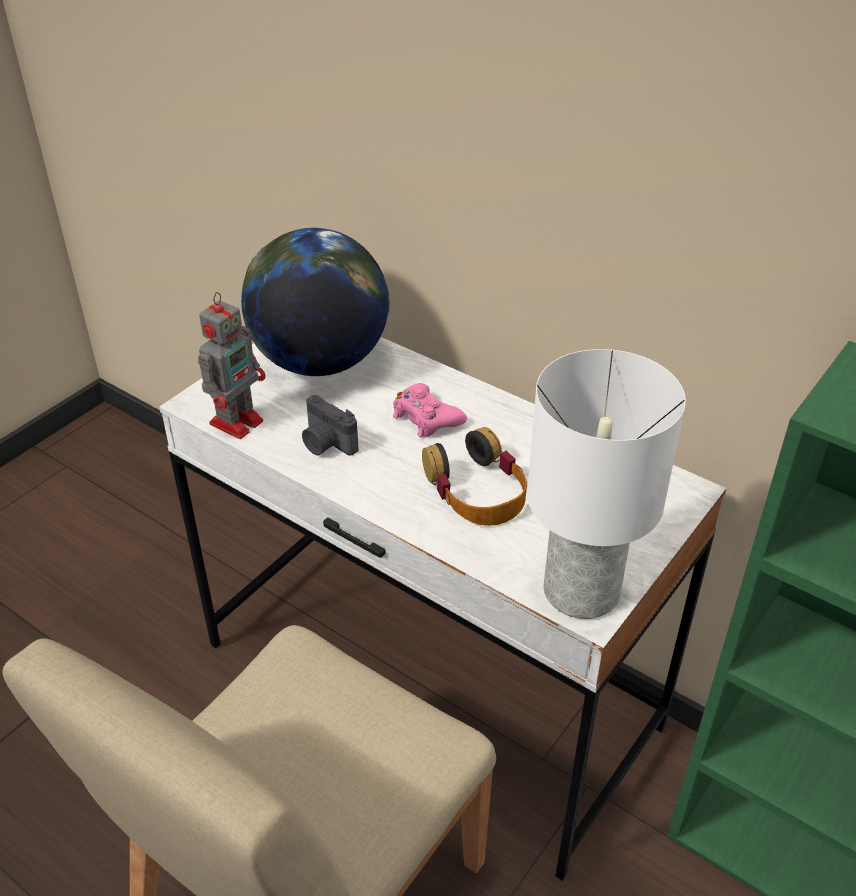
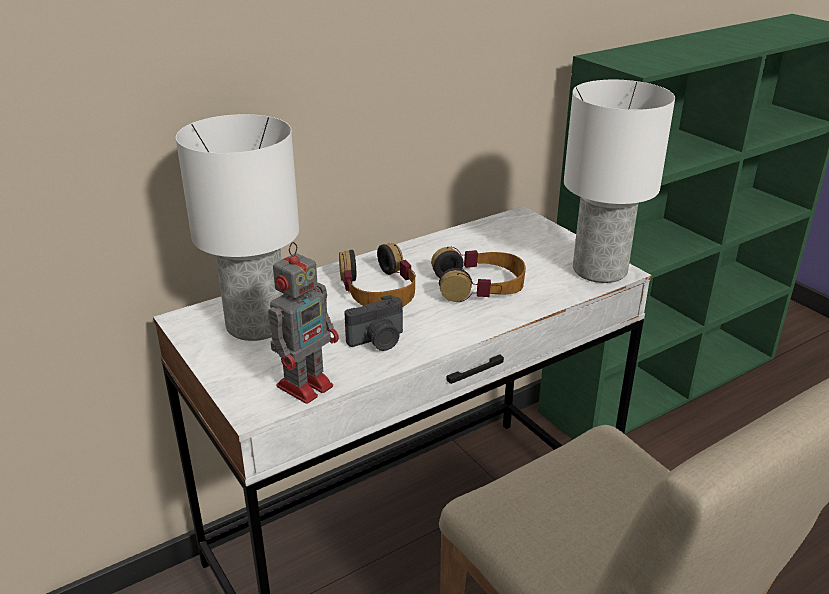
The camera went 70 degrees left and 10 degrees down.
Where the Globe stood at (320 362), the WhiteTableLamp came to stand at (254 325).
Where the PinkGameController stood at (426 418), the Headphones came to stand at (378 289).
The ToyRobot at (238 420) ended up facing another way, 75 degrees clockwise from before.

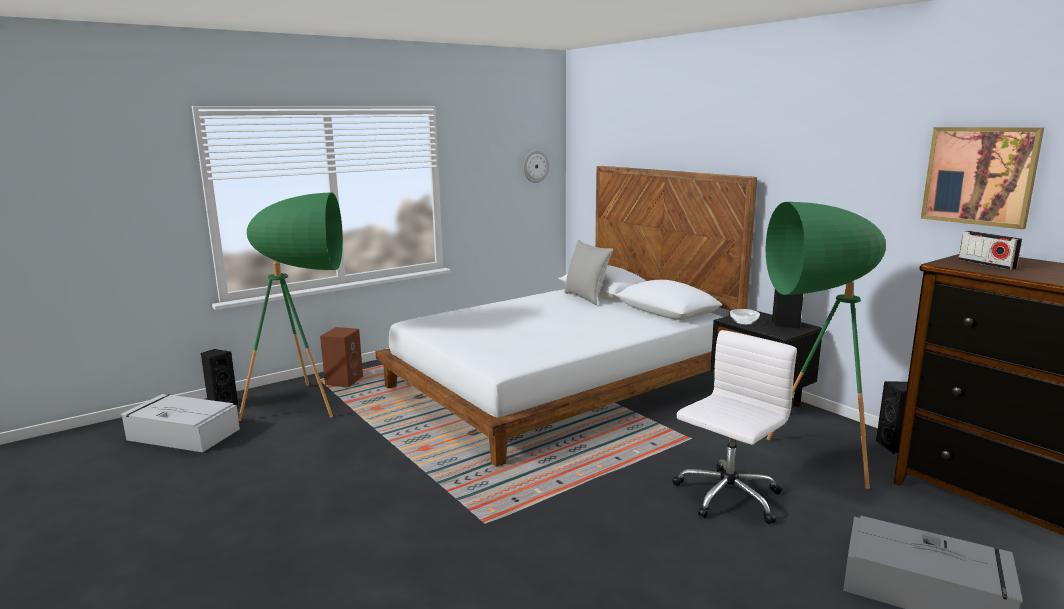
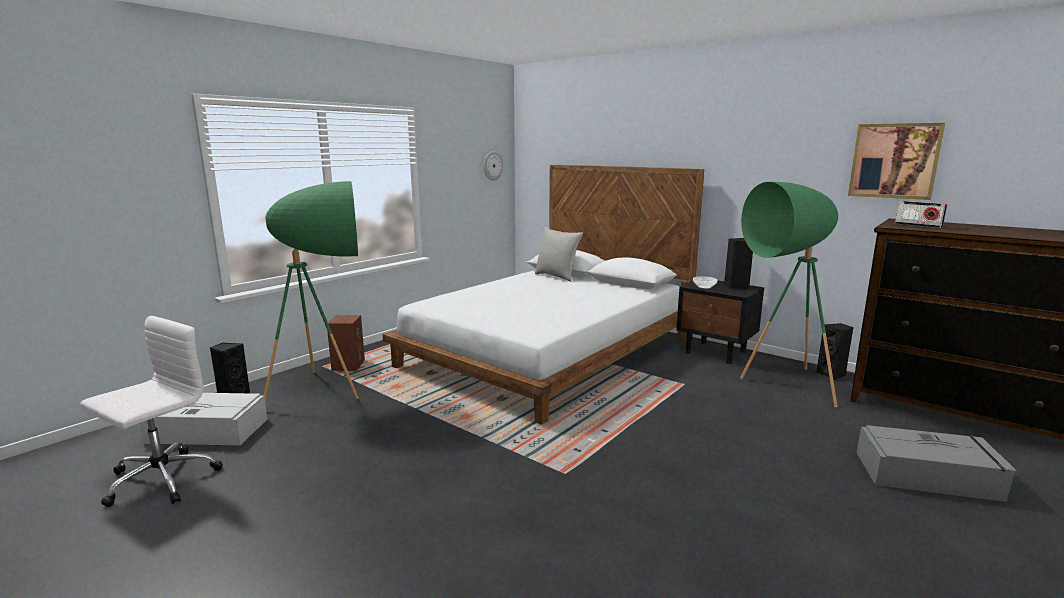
The camera went 15 degrees left and 0 degrees up.
The WhiteOfficeChair ended up elsewhere, having gone from (726 497) to (160 480).

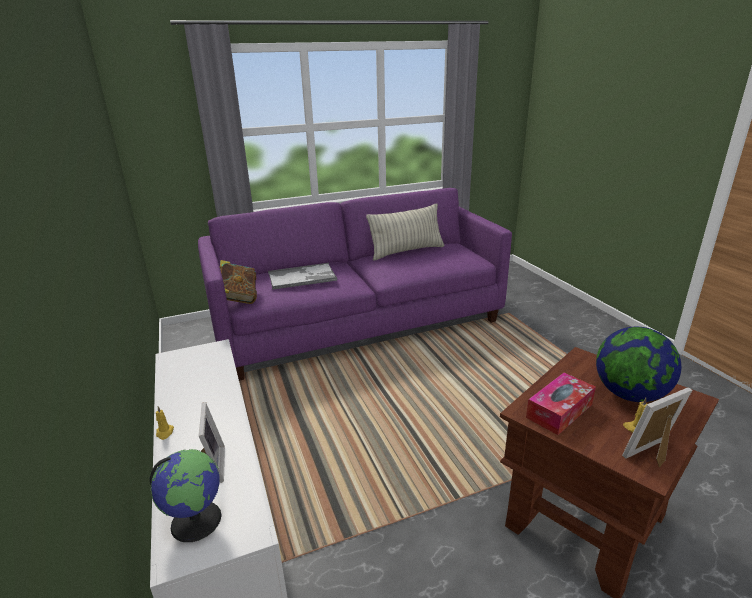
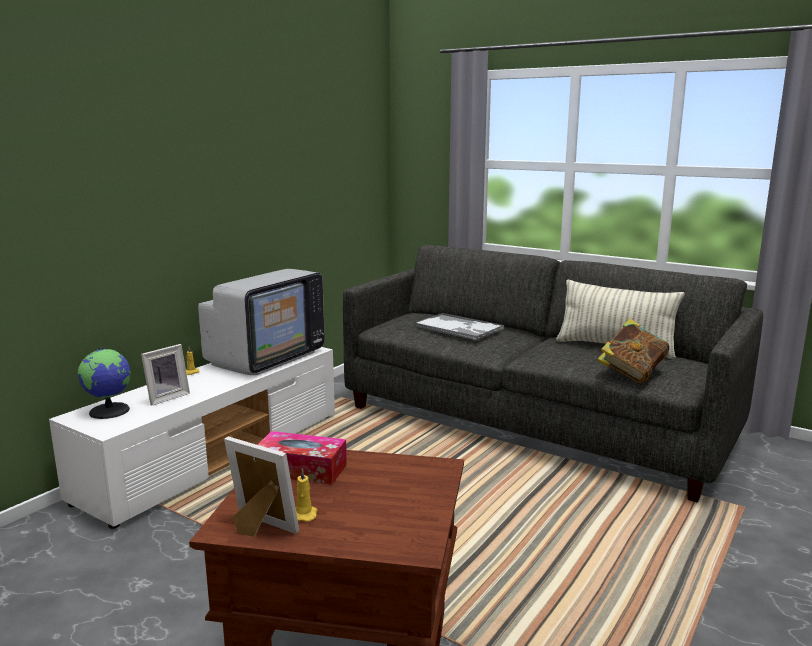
The camera went 55 degrees right and 10 degrees down.
The second view lost the Globe at (629 394).
The second view gained the Television at (266 357).
The Book ended up elsewhere, having gone from (238 299) to (631 374).
What was the PurpleSofa at (358 323) turned into the GreySofa at (534 422).

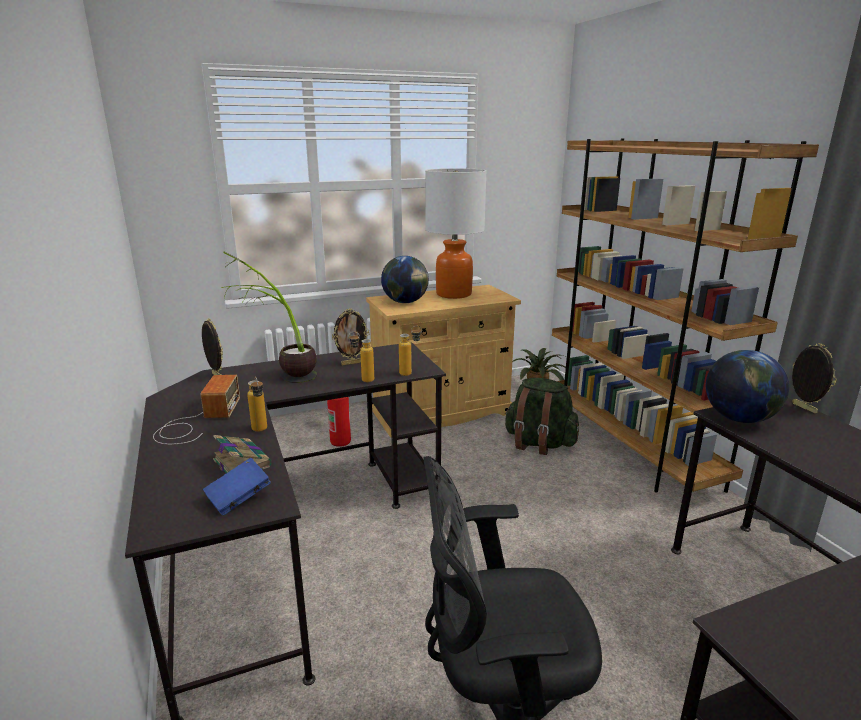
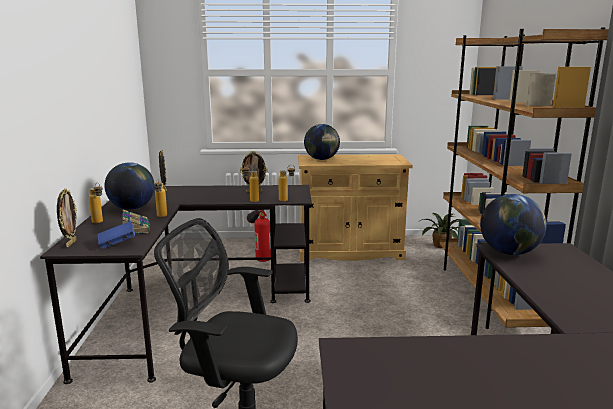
The camera went 20 degrees right and 5 degrees down.
The second view lost the PottedPlant at (280 373).
The second view lost the TableLamp at (453 294).
The second view lost the GreenBackpack at (538 443).
The second view gained the Bottle at (99 222).
The PictureFrame ended up elsewhere, having gone from (803 408) to (71 243).
Where the Radio stood at (198 421), the Globe came to stand at (132 208).

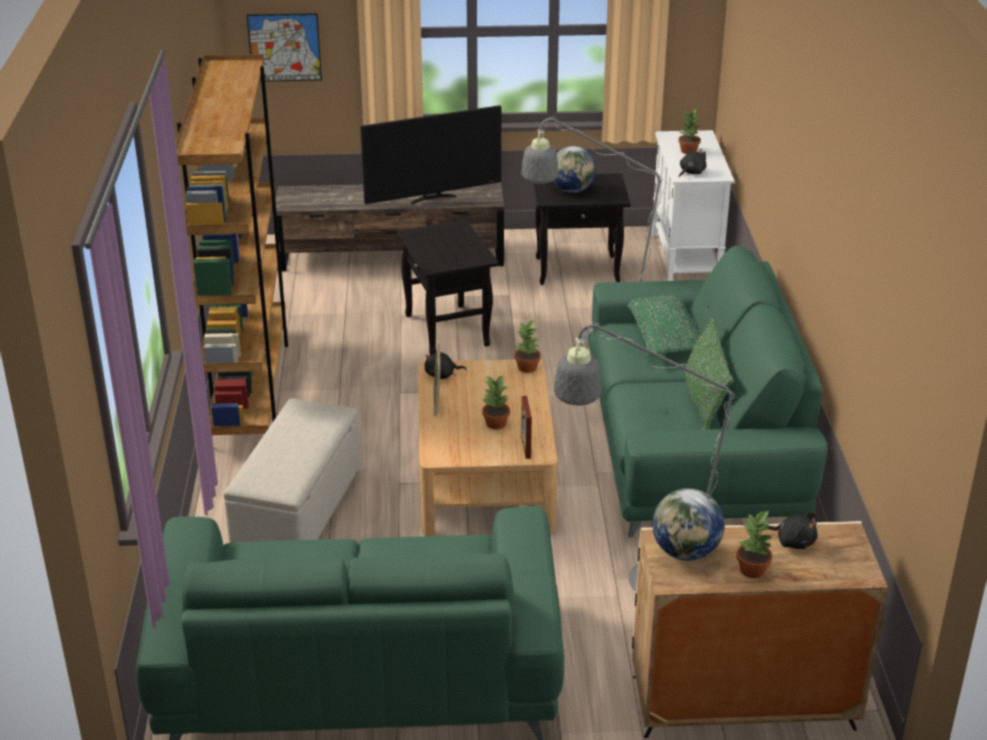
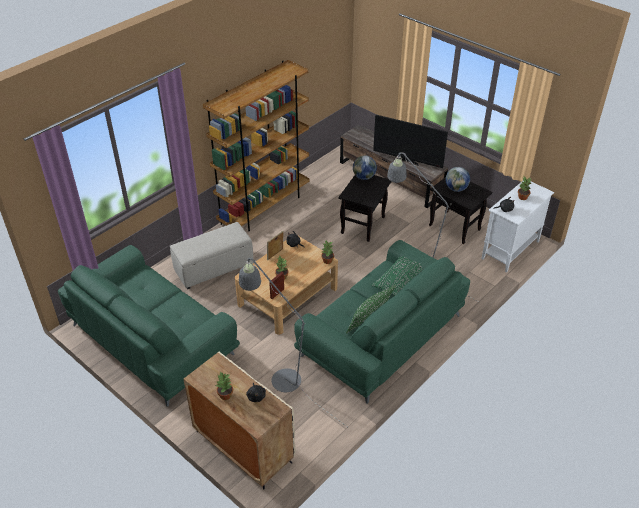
The camera went 45 degrees right and 10 degrees up.
The second view lost the Picture at (284 47).
The Globe ended up elsewhere, having gone from (686 552) to (364 177).

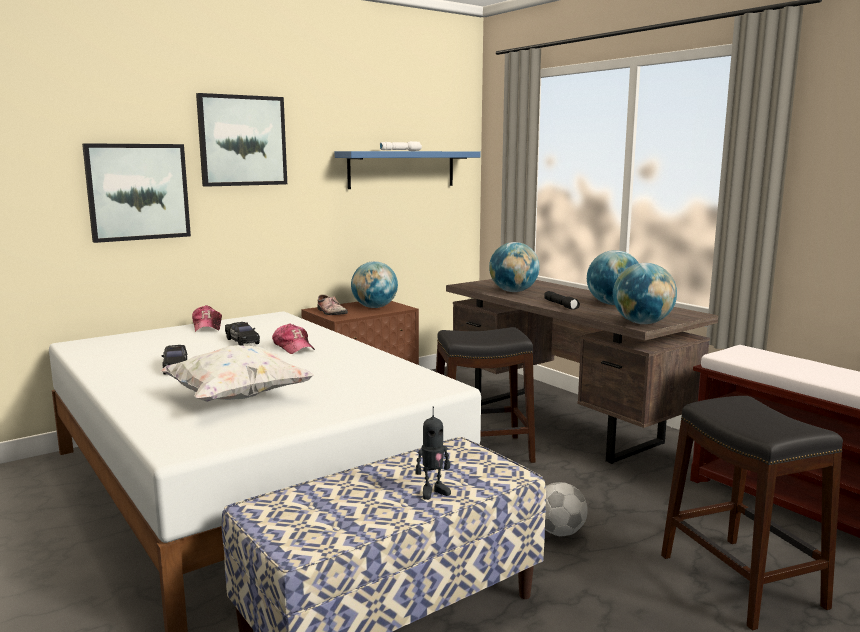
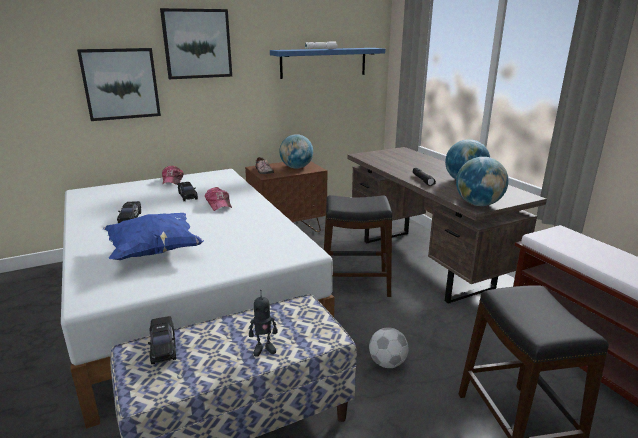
The camera went 10 degrees right and 10 degrees up.
The second view lost the Globe at (513 291).
The second view gained the BlackToyCar at (163 347).
What was the WhitePillow at (237 398) turned into the BluePillow at (154 252).

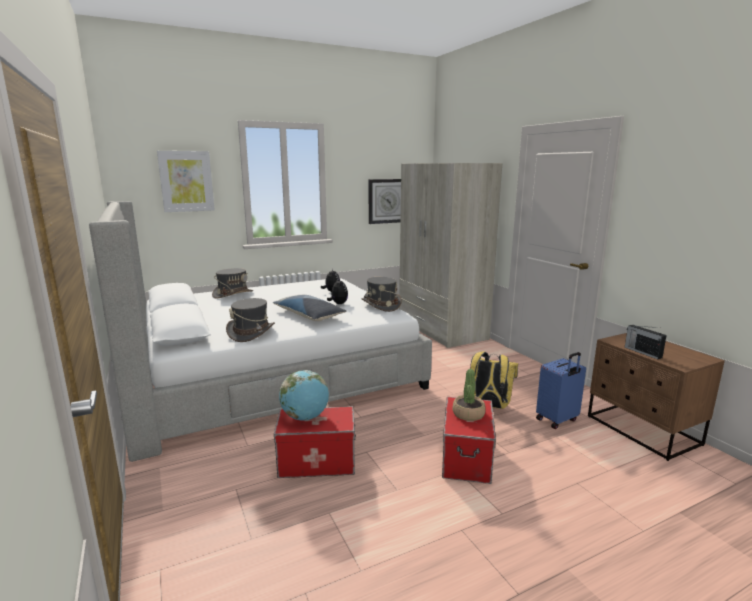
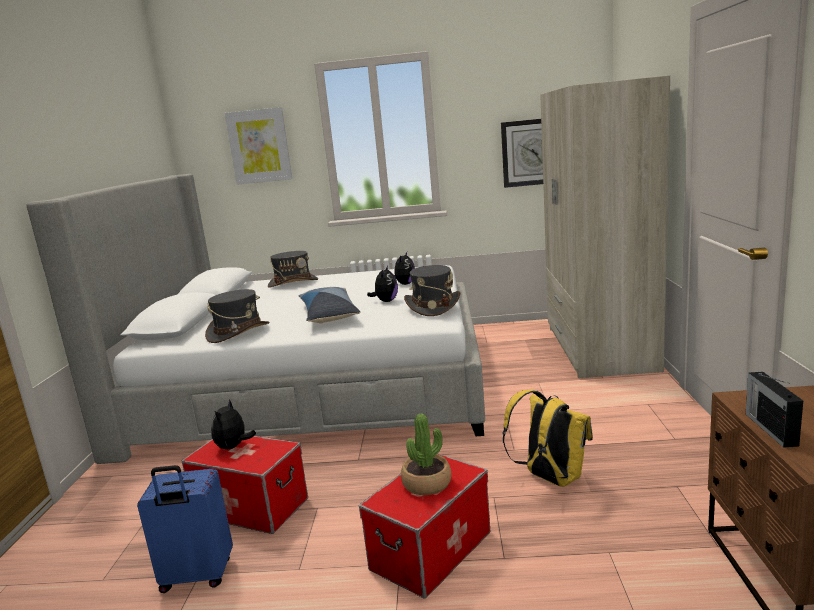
The camera went 30 degrees right and 0 degrees up.
The BlueSuitcase ended up elsewhere, having gone from (557 420) to (197 577).
Where the Globe stood at (305 417), the PlushToy came to stand at (233 447).

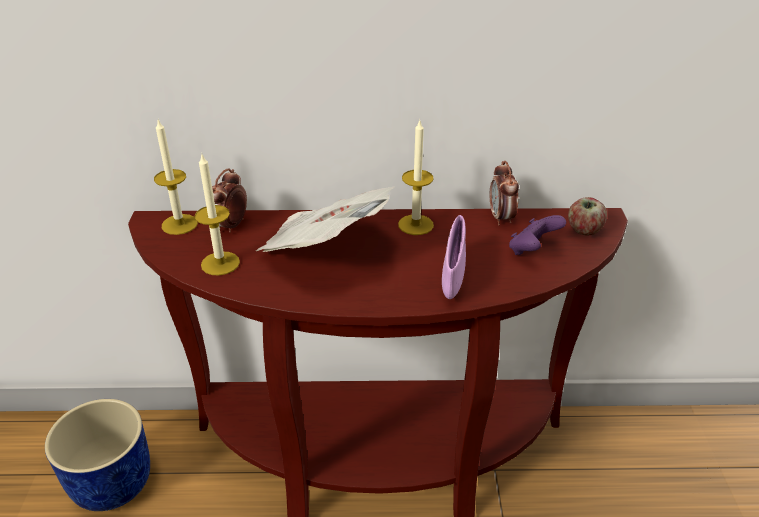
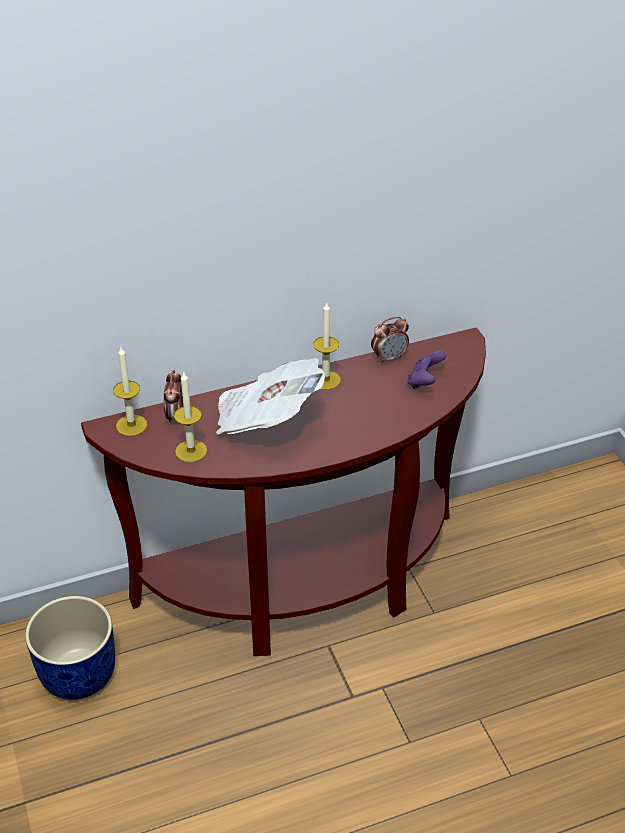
The camera went 20 degrees left and 5 degrees up.
The second view lost the PurpleBowl at (453 277).
The second view lost the Apple at (584 230).
The AlarmClock at (501 218) ended up facing another way, 90 degrees counterclockwise from before.

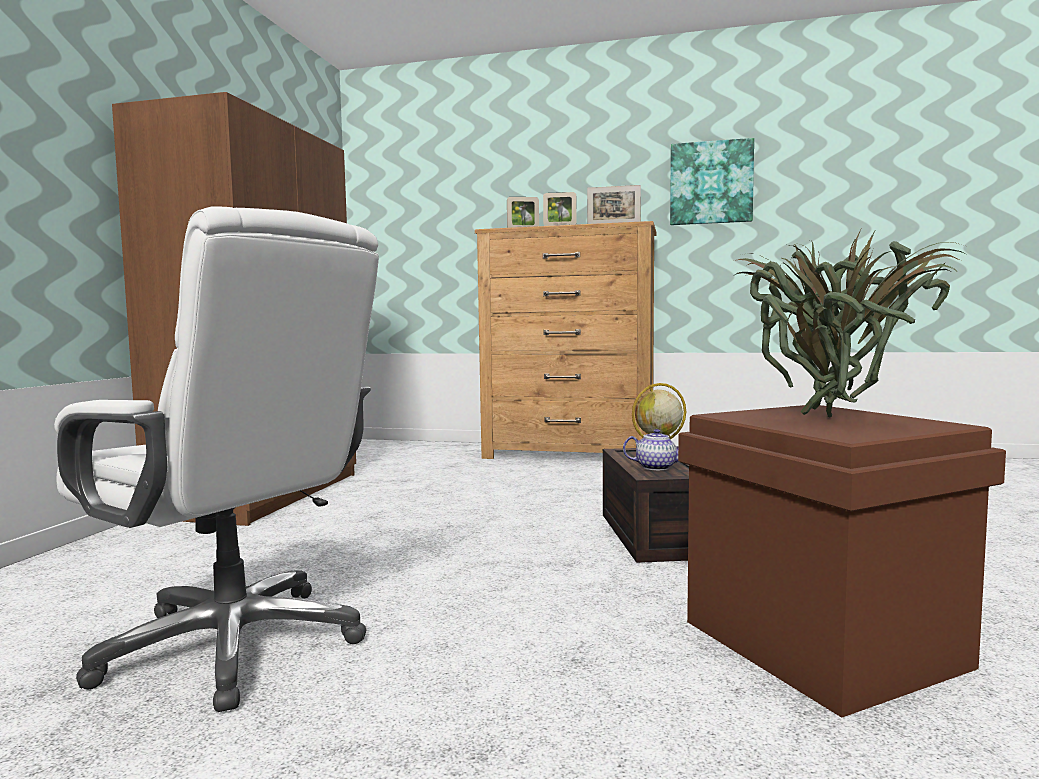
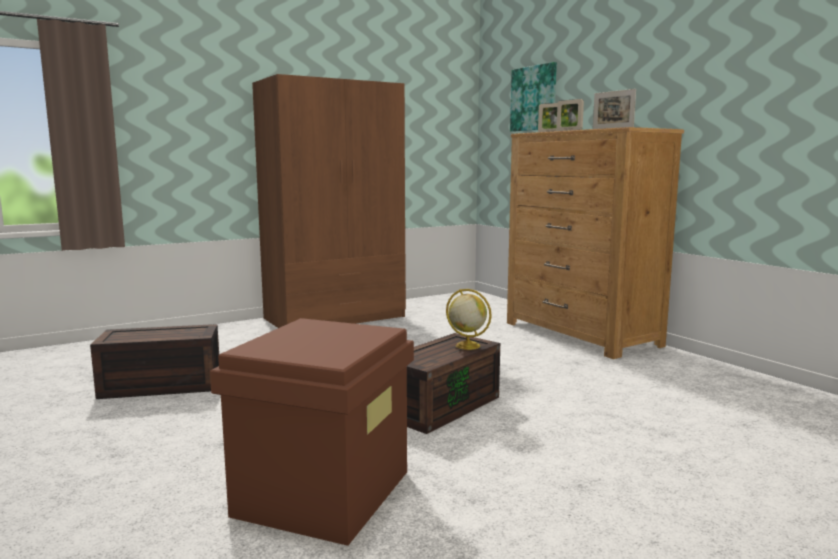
The camera went 45 degrees right and 5 degrees up.
The second view lost the Teapot at (657 467).
The second view lost the PottedPlant at (836 419).
The Picture ended up elsewhere, having gone from (711 183) to (534 98).
Where the WhiteOfficeChair stood at (235 645), the BrownStorageBox came to stand at (159 386).

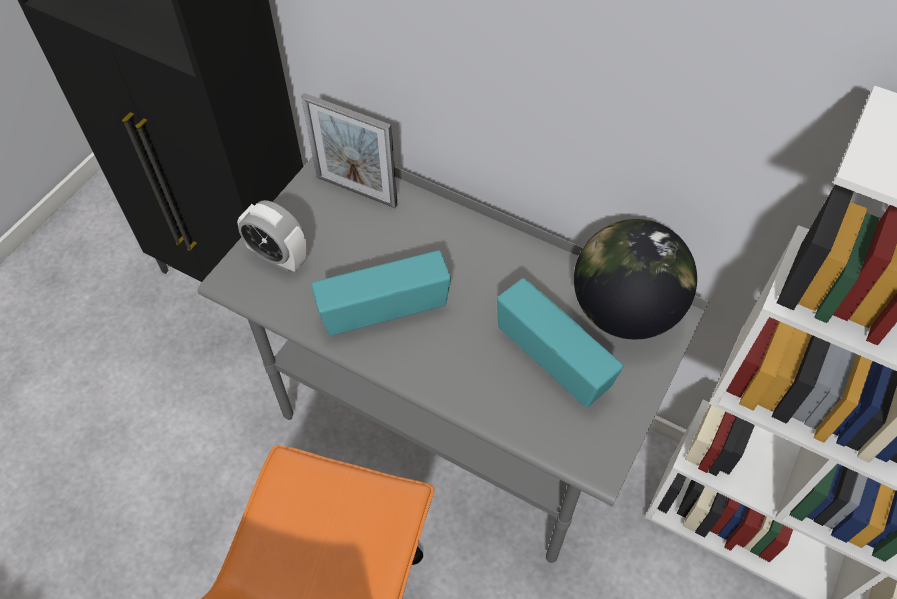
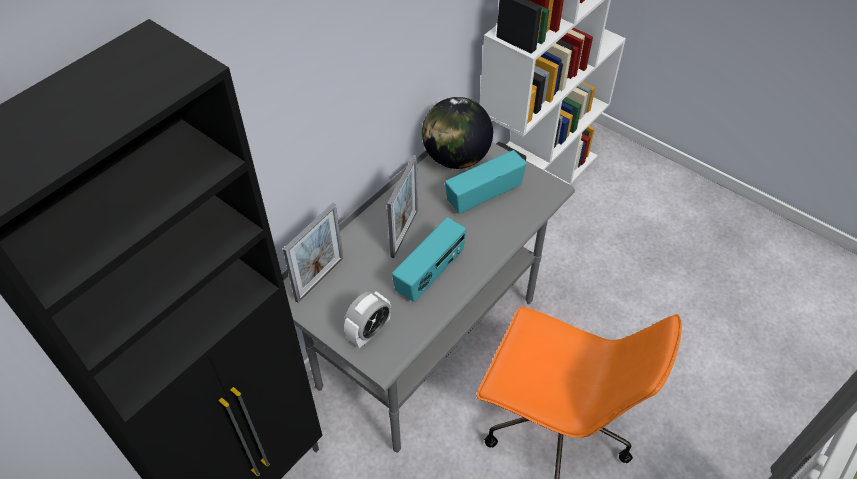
The camera went 80 degrees left and 5 degrees down.
The second view gained the PictureFrame at (404 233).
The Radio at (384 310) ended up facing another way, 135 degrees counterclockwise from before.

